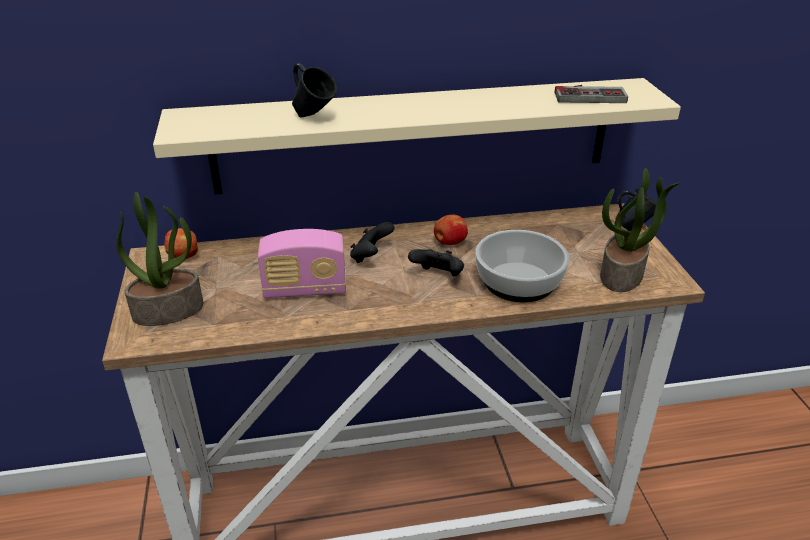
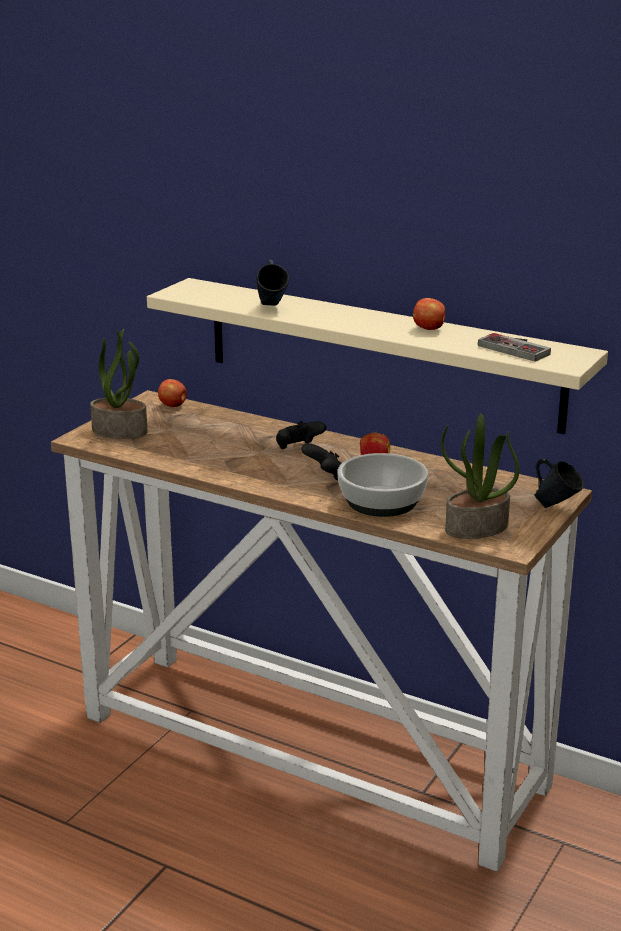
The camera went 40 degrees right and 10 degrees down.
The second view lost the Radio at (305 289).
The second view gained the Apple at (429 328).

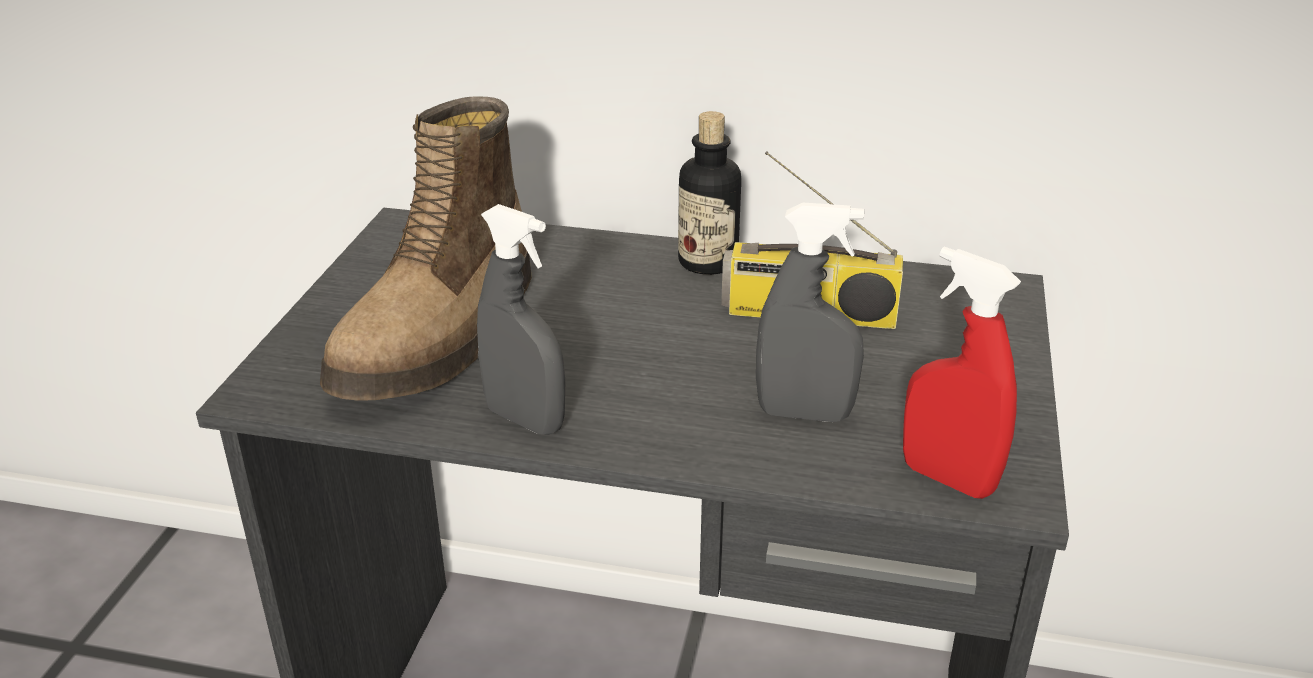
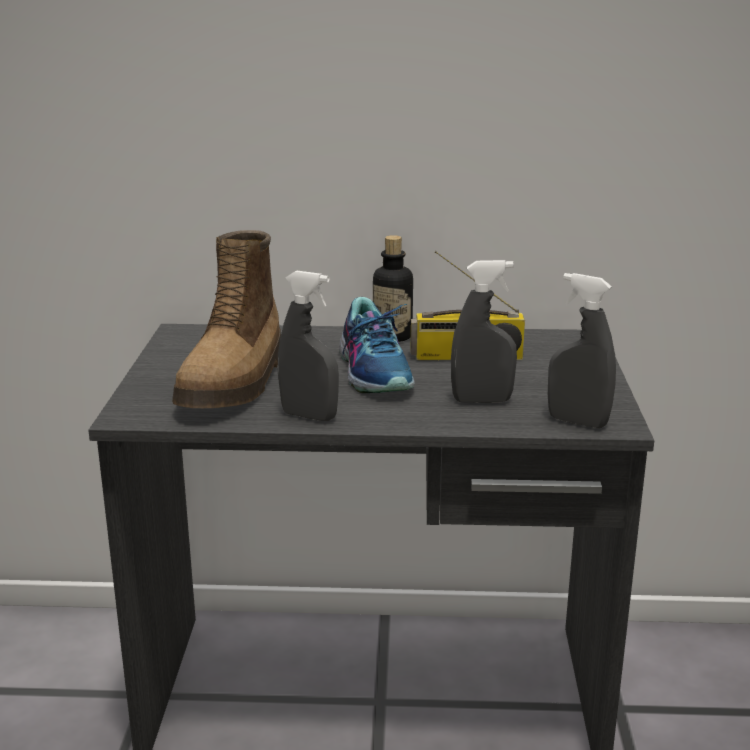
The camera went 10 degrees left and 10 degrees down.
The second view gained the Shoe at (376 372).
What was the RedSprayBottle at (947 478) turned into the GreySprayBottle at (577 422).

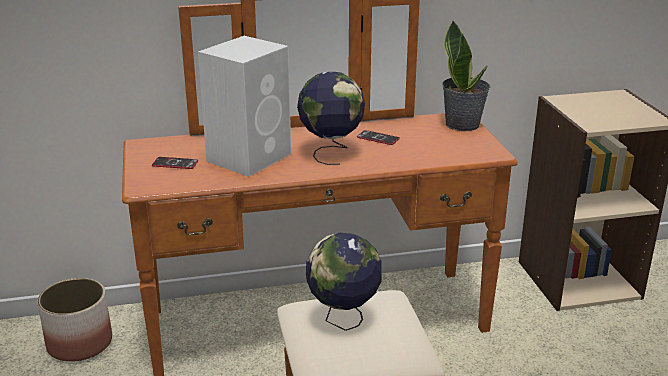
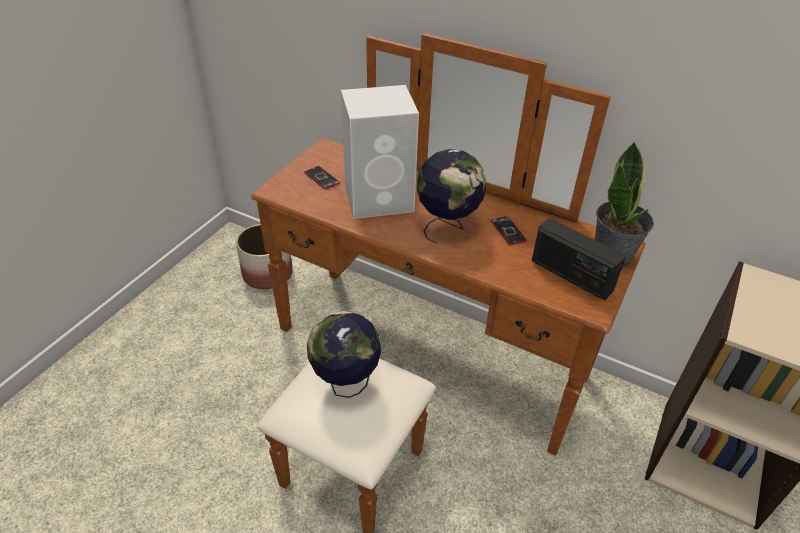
The camera went 40 degrees right and 15 degrees up.
The second view gained the Radio at (571 275).

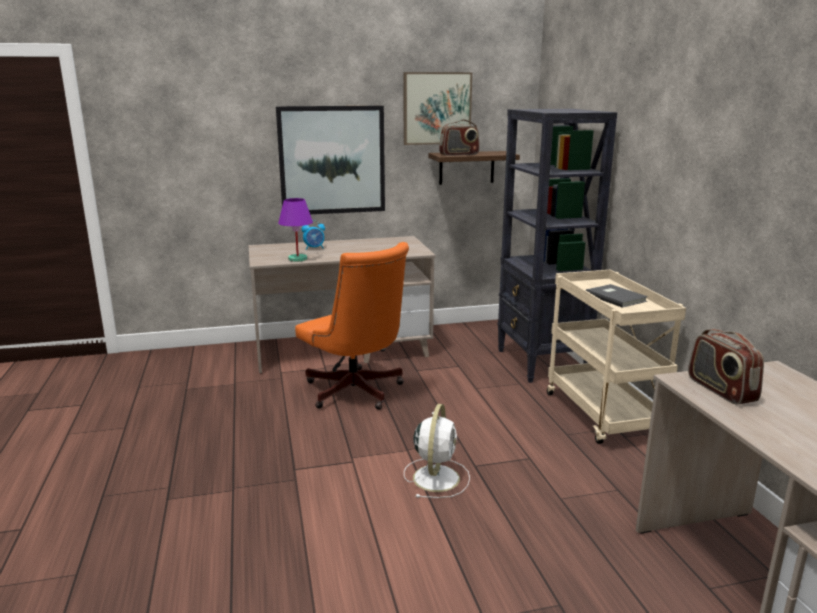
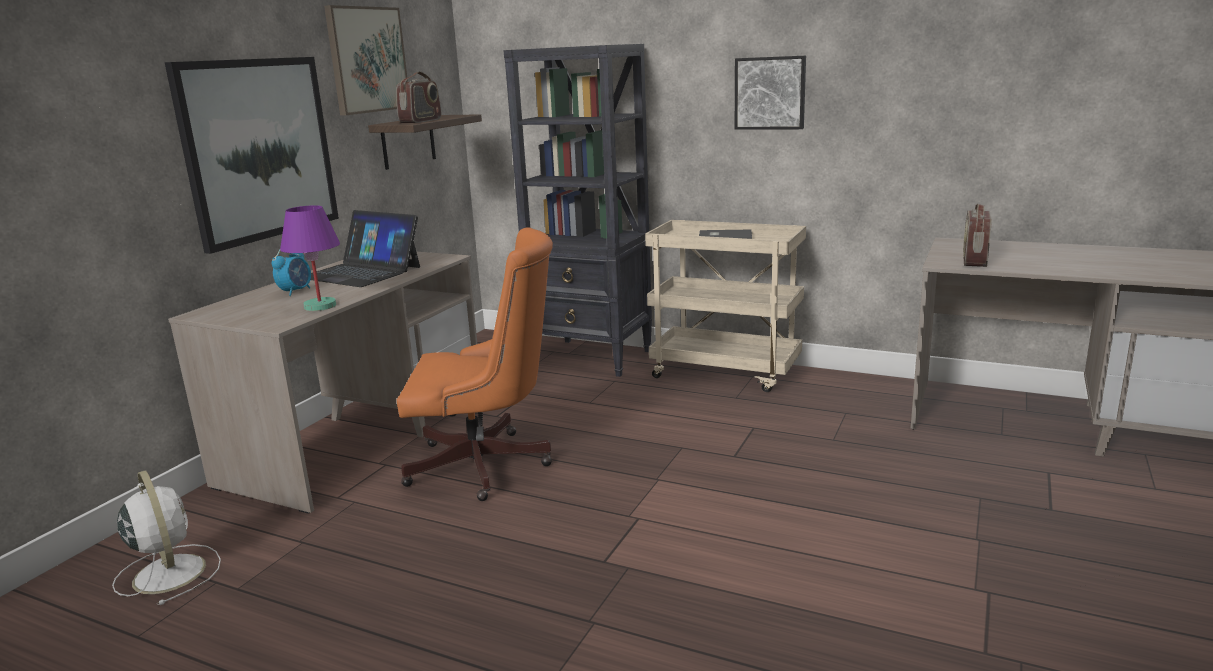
The camera went 50 degrees left and 0 degrees up.
The second view gained the Laptop at (361 272).
The second view gained the Picture at (770 93).
The WhiteFan ended up elsewhere, having gone from (436 477) to (169 572).
The Radio at (720 390) ended up facing another way, 90 degrees clockwise from before.

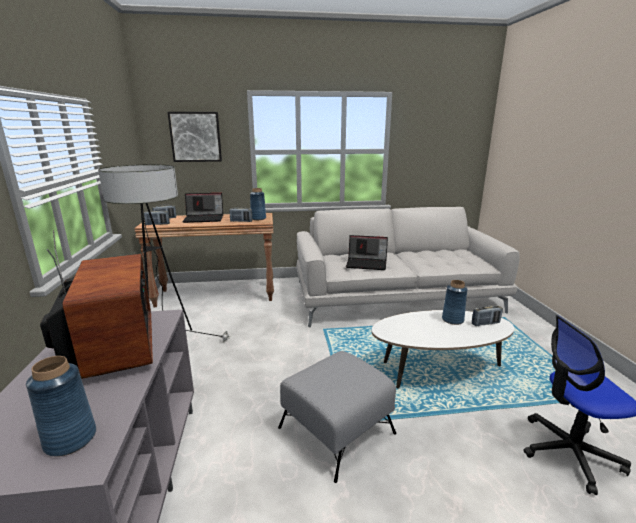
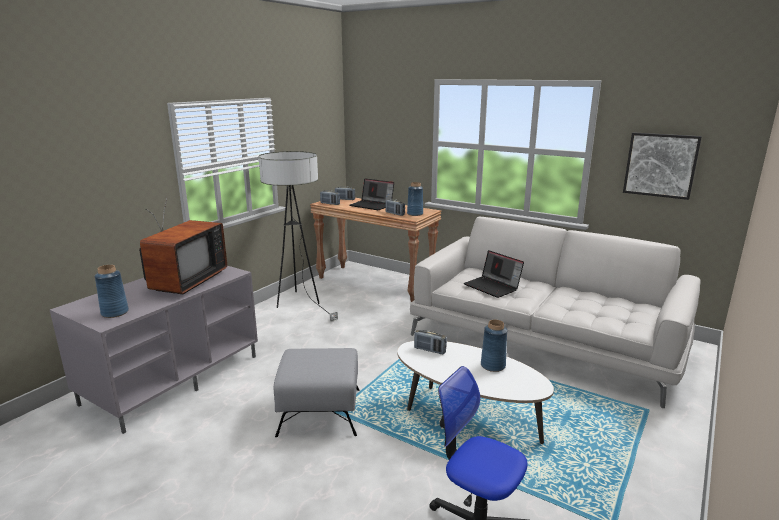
The camera went 40 degrees right and 0 degrees up.
The Picture ended up elsewhere, having gone from (195 137) to (660 165).
The Radio ended up elsewhere, having gone from (485 323) to (429 350).

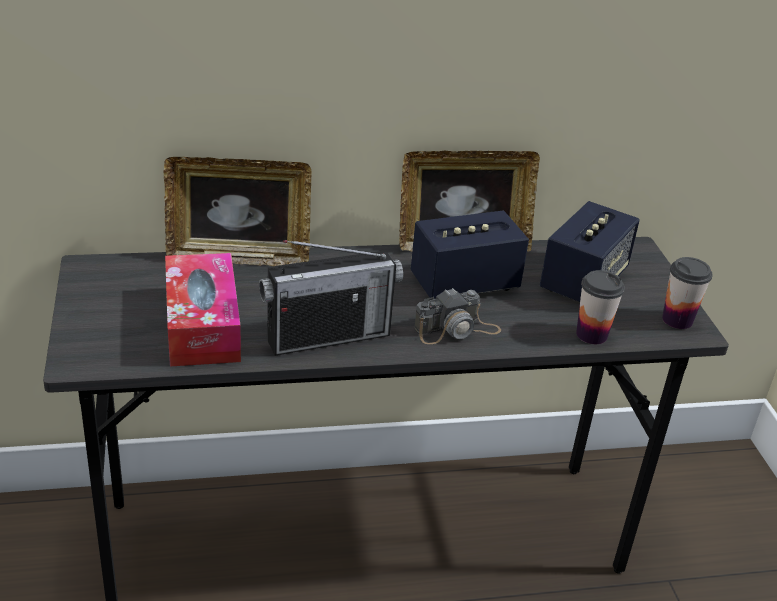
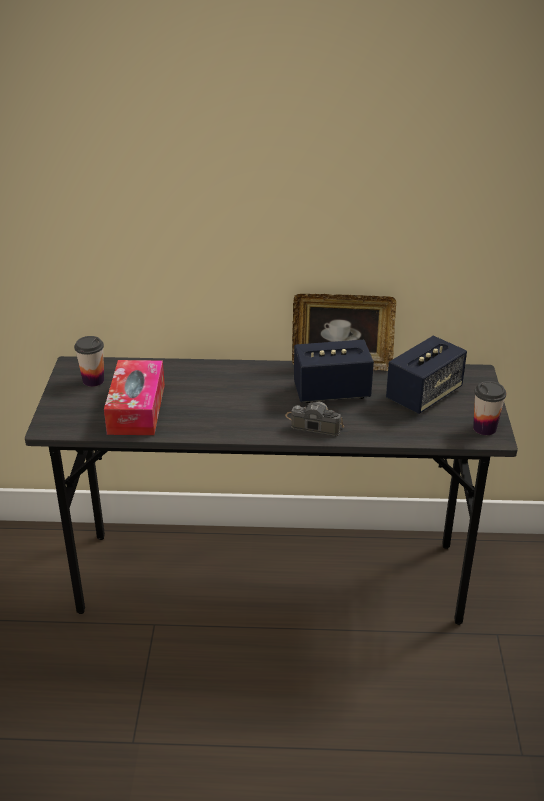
The camera went 15 degrees right and 0 degrees up.
The second view lost the PictureFrame at (239 257).
The second view lost the Radio at (328 336).
The Cup ended up elsewhere, having gone from (591 335) to (93 380).
The PhotoCamera at (457 329) ended up facing another way, 150 degrees counterclockwise from before.

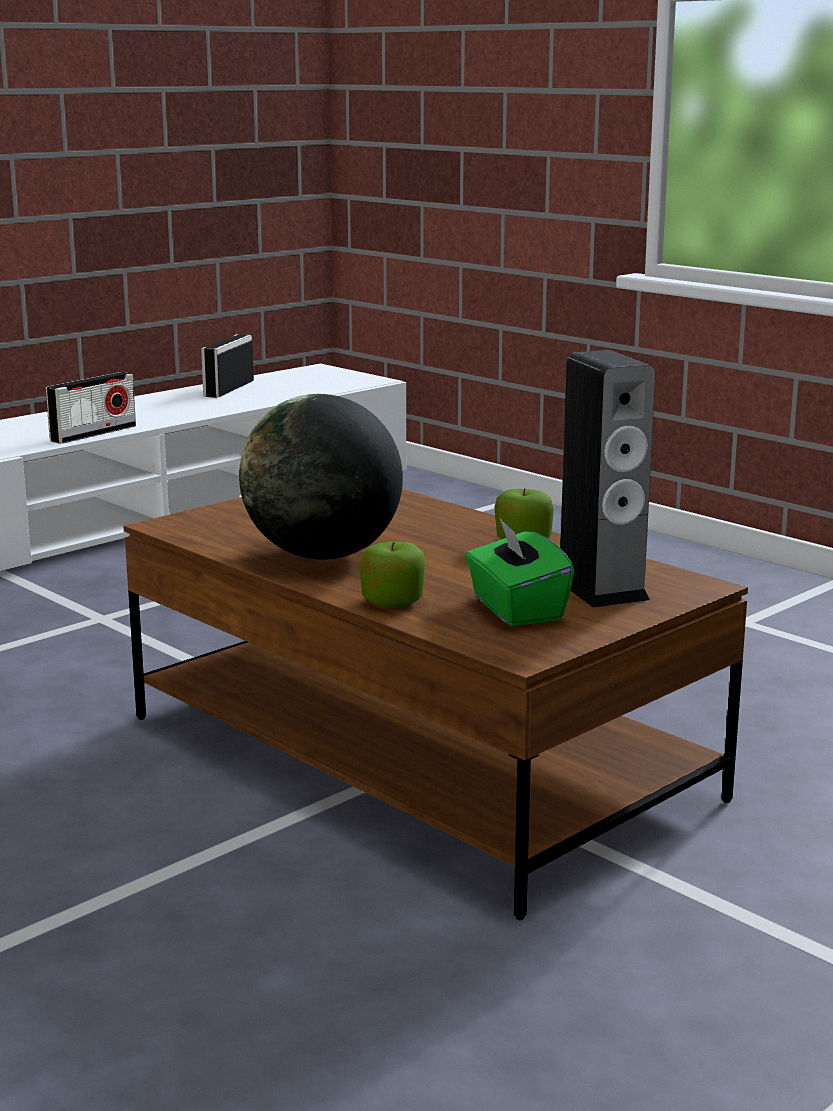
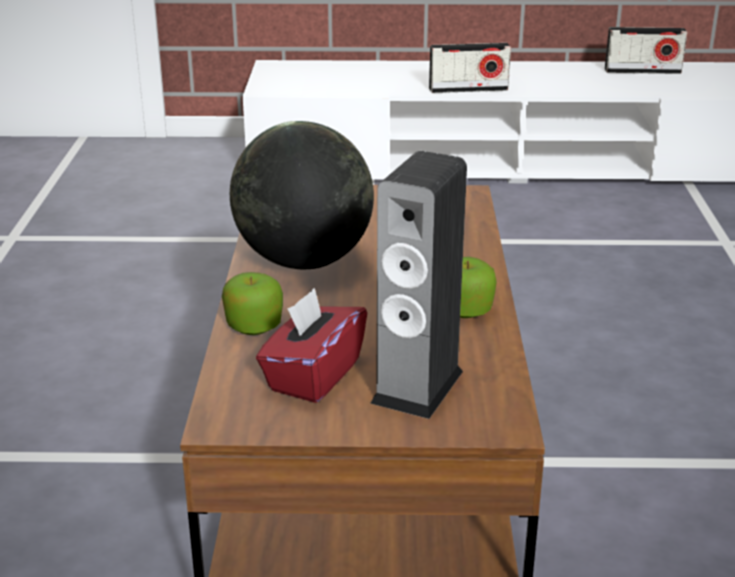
The camera went 45 degrees right and 10 degrees up.
What was the GreenTissueBox at (516 609) turned into the RedTissueBox at (313 376).
The Radio at (229 389) ended up facing another way, 150 degrees counterclockwise from before.

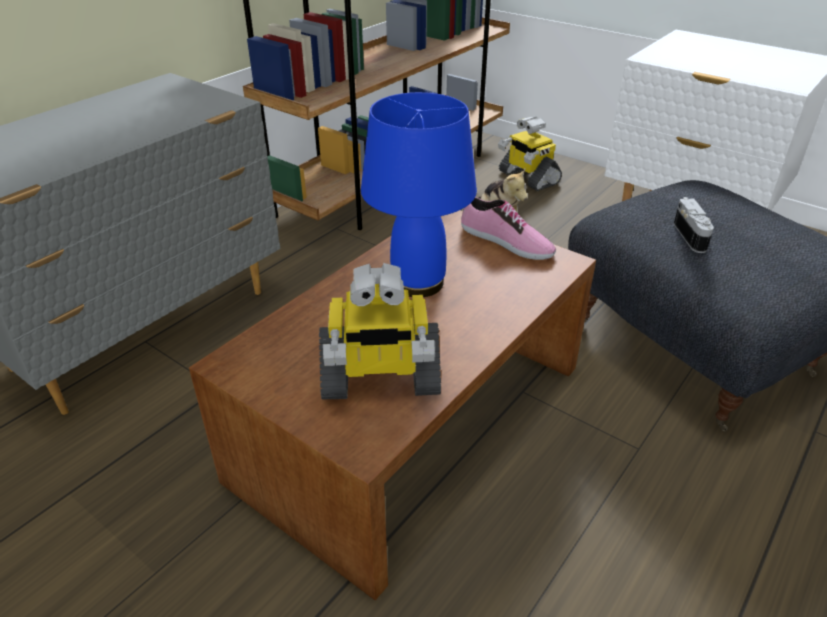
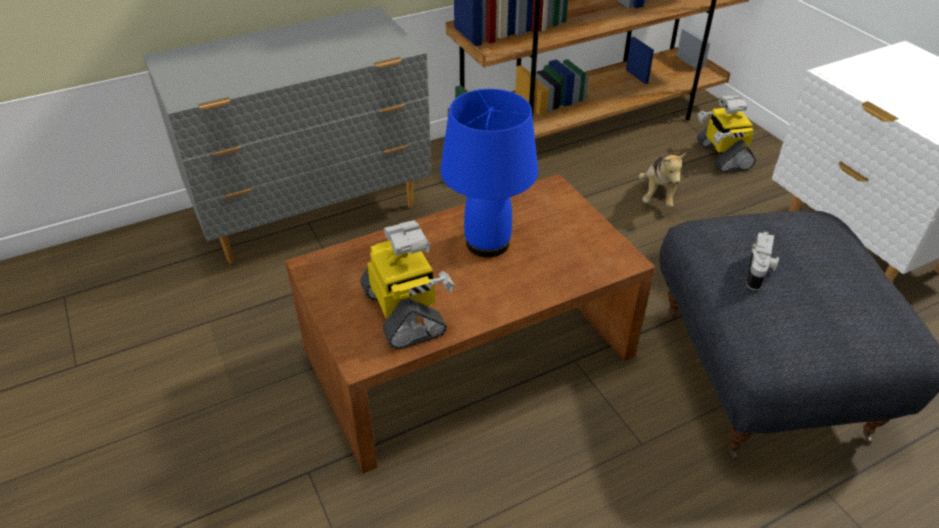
The camera went 25 degrees right and 5 degrees up.
The second view lost the Shoe at (506 242).
The ToyRobot at (380 378) ended up facing another way, 135 degrees counterclockwise from before.

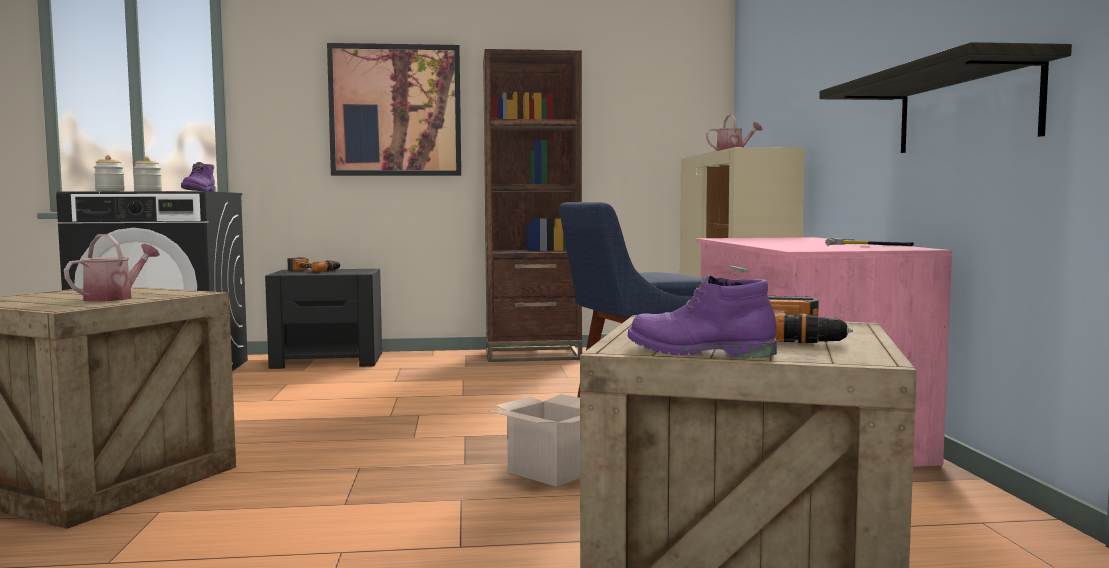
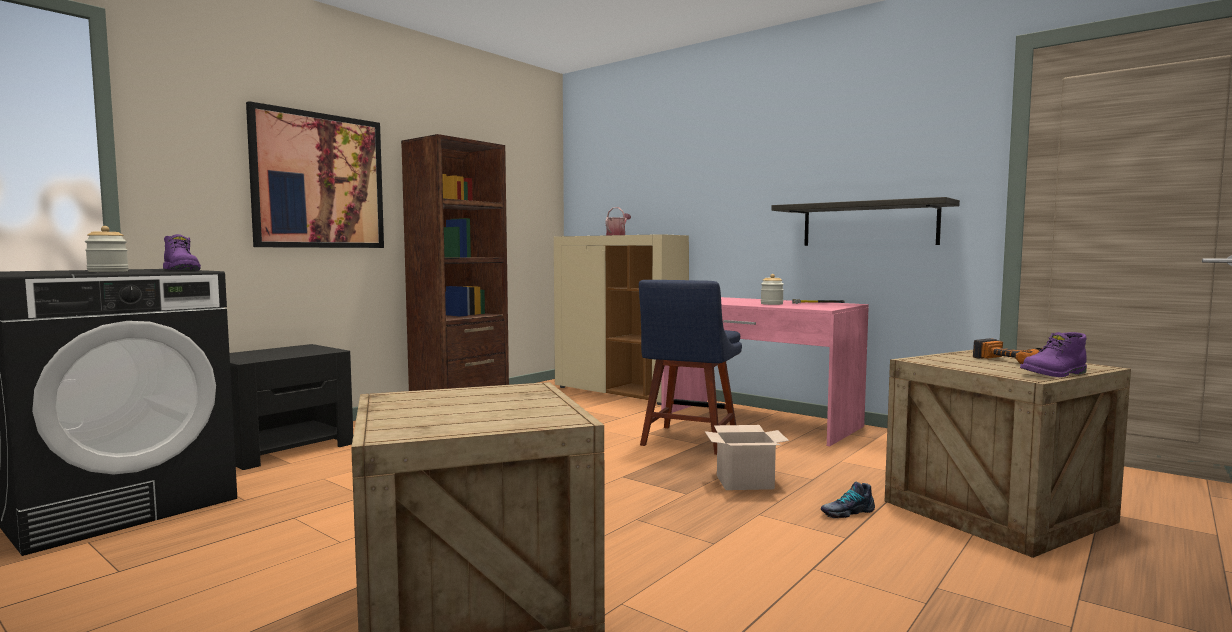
The camera went 45 degrees left and 0 degrees up.
The second view lost the WateringCan at (114 298).
The second view lost the PowerDrill at (314 270).
The second view gained the Shoe at (846 512).
The Jar ended up elsewhere, having gone from (110 191) to (771 304).

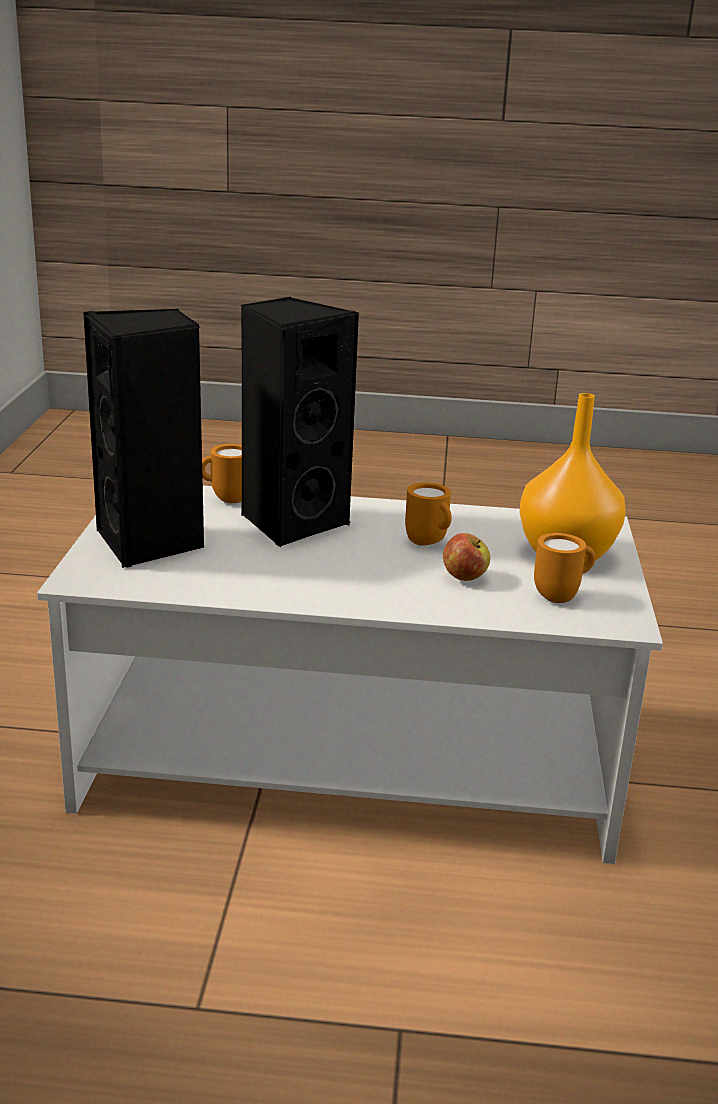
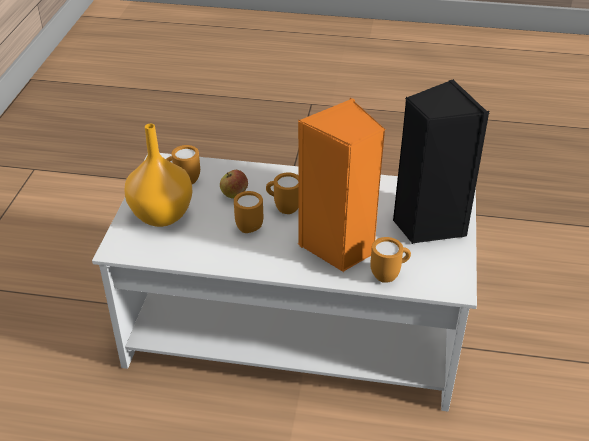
The camera went 175 degrees left and 15 degrees up.
The second view gained the OrangeMug at (283 208).
What was the BlackSpeaker at (291 522) turned into the OrangeSpeaker at (338 247).

